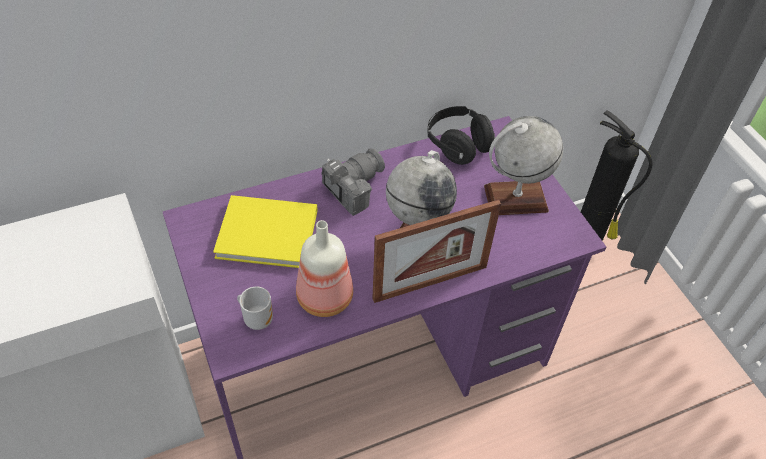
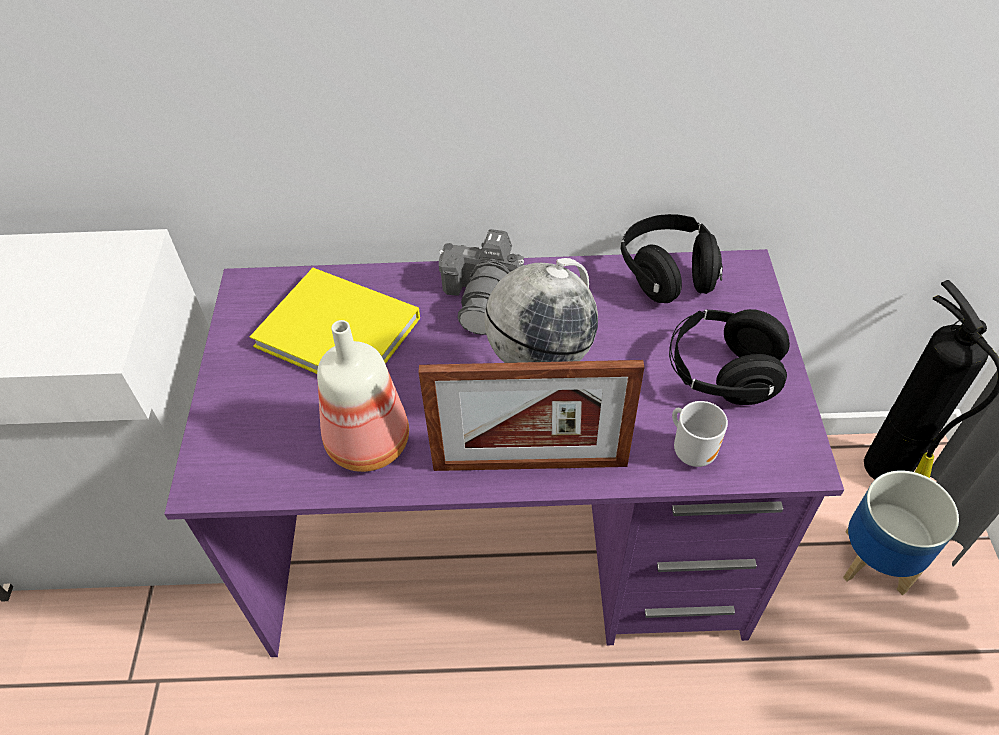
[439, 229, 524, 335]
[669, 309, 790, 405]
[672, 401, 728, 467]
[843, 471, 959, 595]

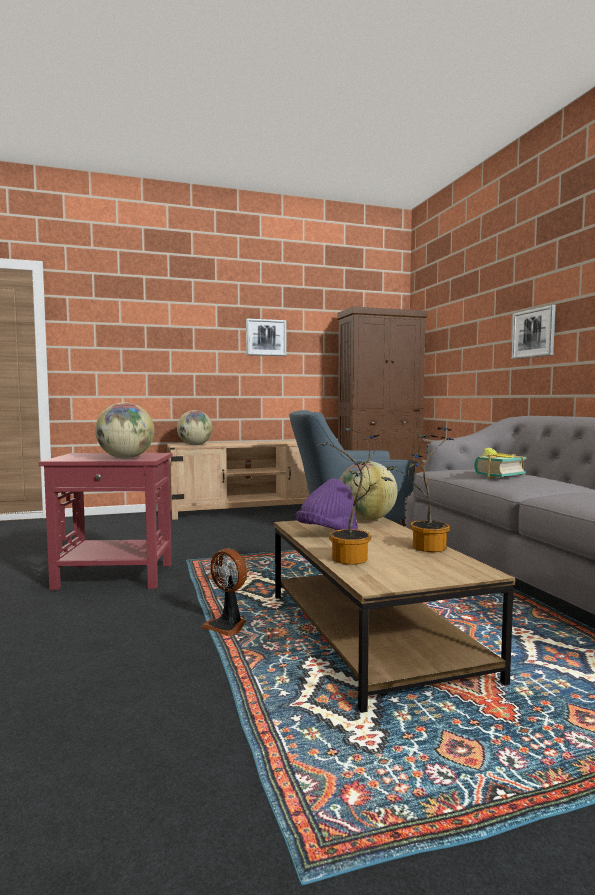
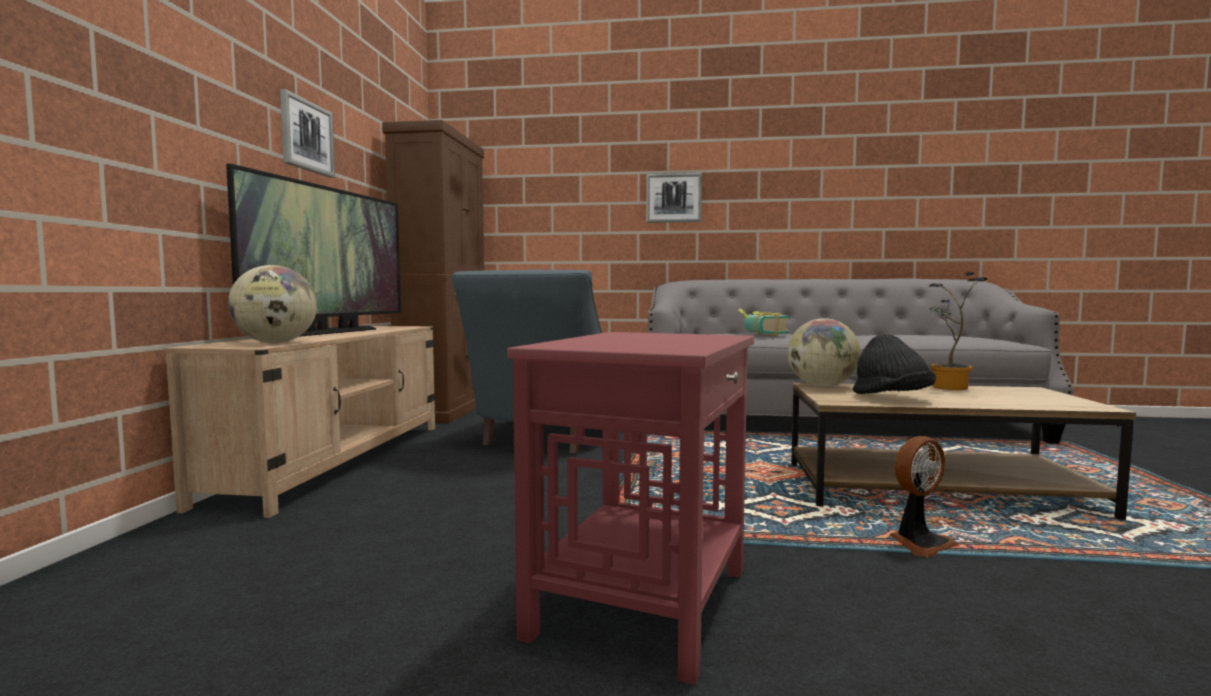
[226, 163, 401, 337]
[853, 334, 936, 394]
[95, 402, 154, 459] (first image)
[316, 428, 393, 565] (first image)

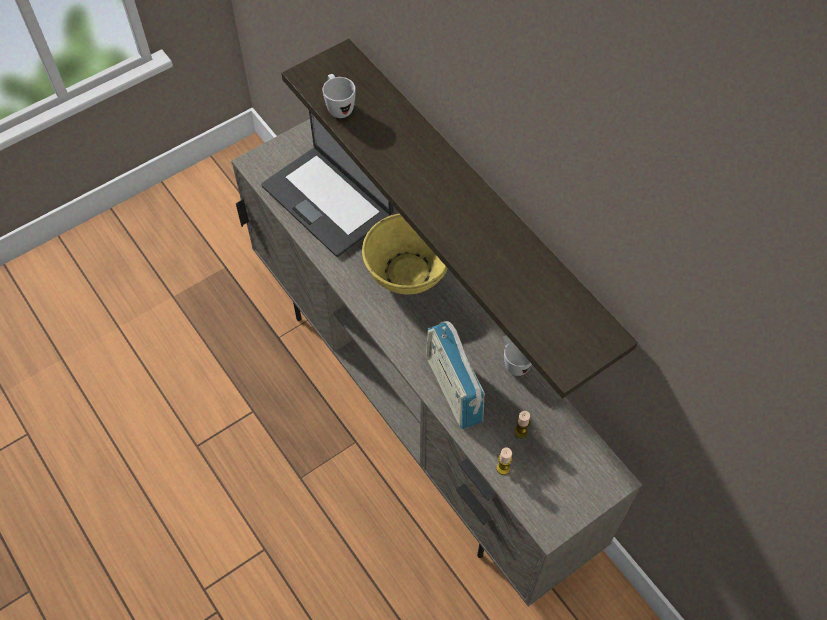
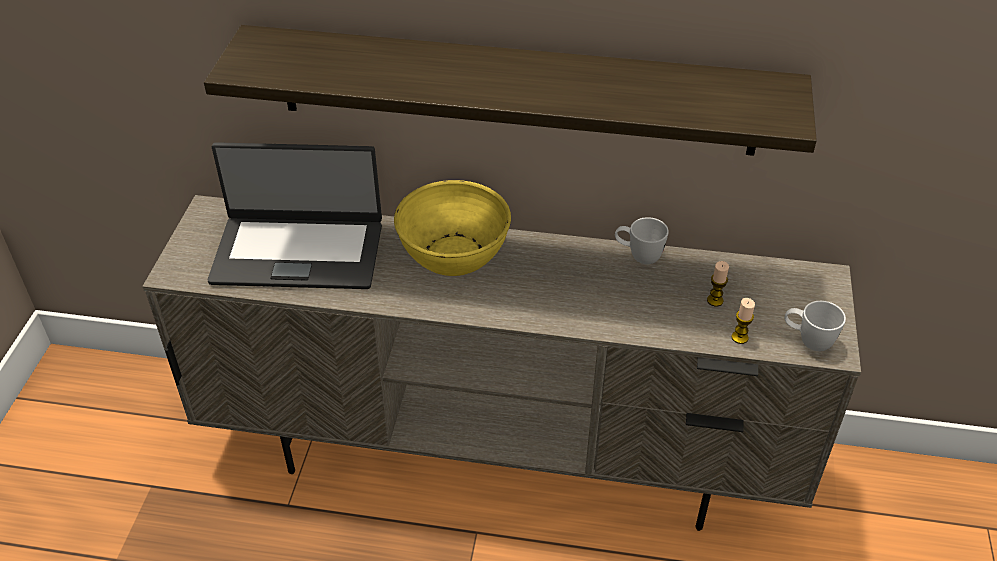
[784, 301, 846, 351]
[426, 321, 485, 429] (first image)

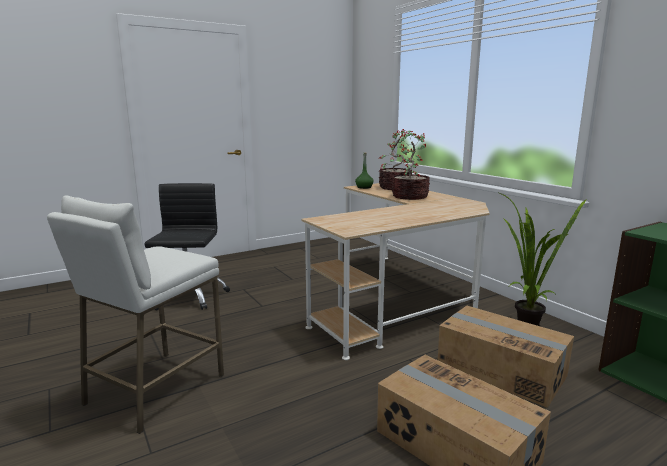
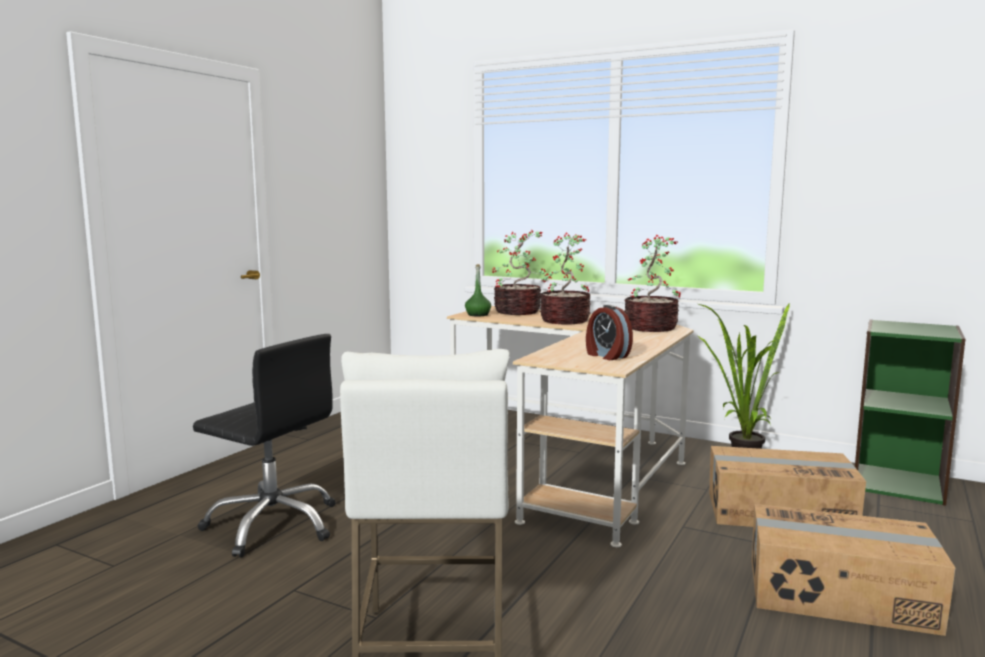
[193, 334, 336, 557]
[586, 305, 633, 360]
[624, 235, 680, 332]

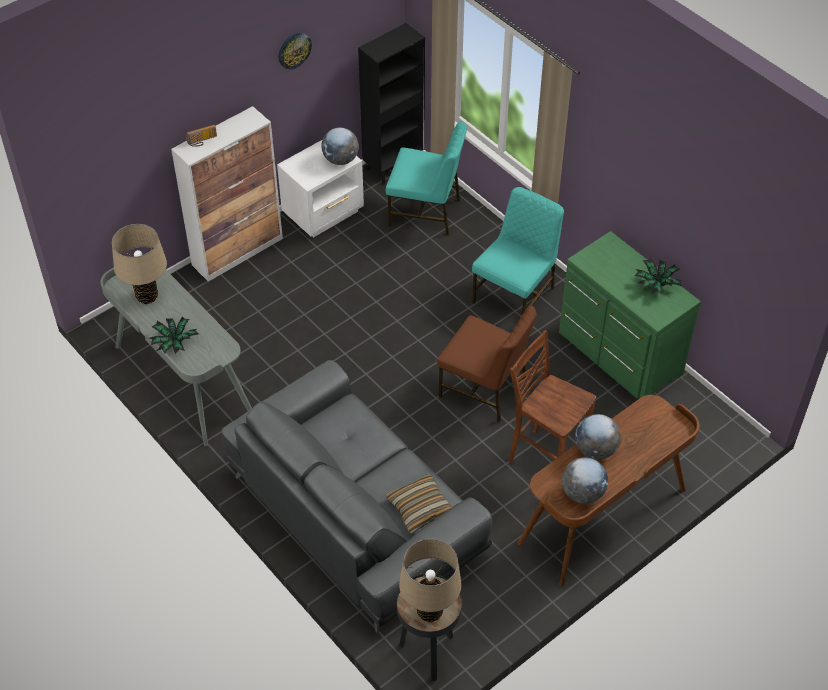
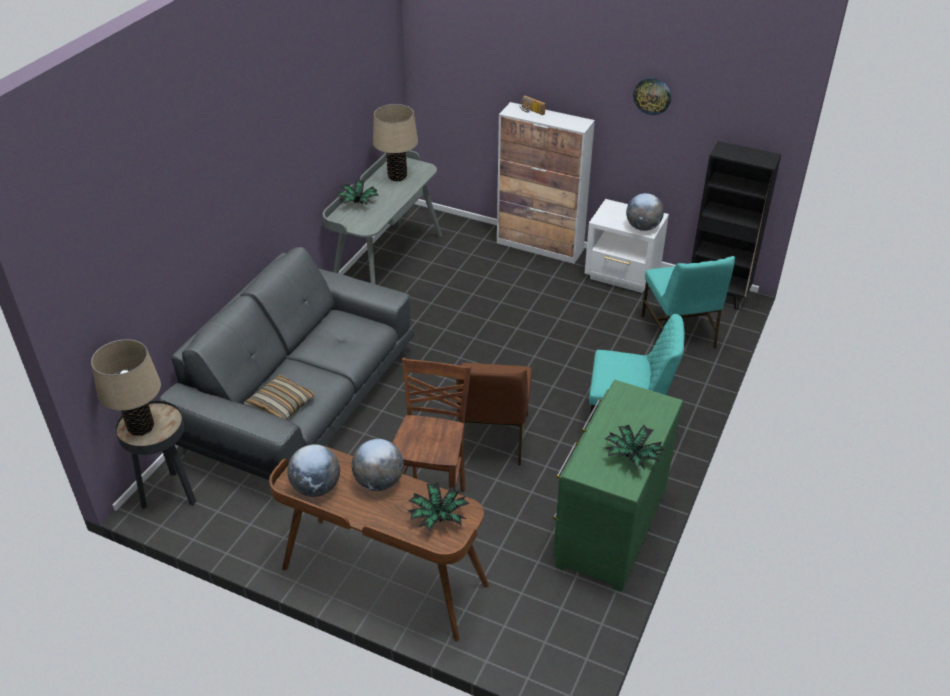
[408, 482, 470, 531]

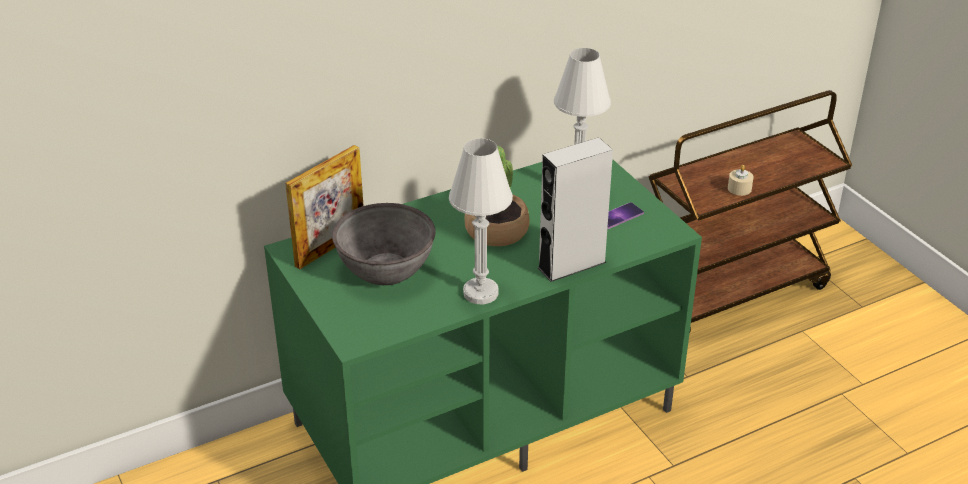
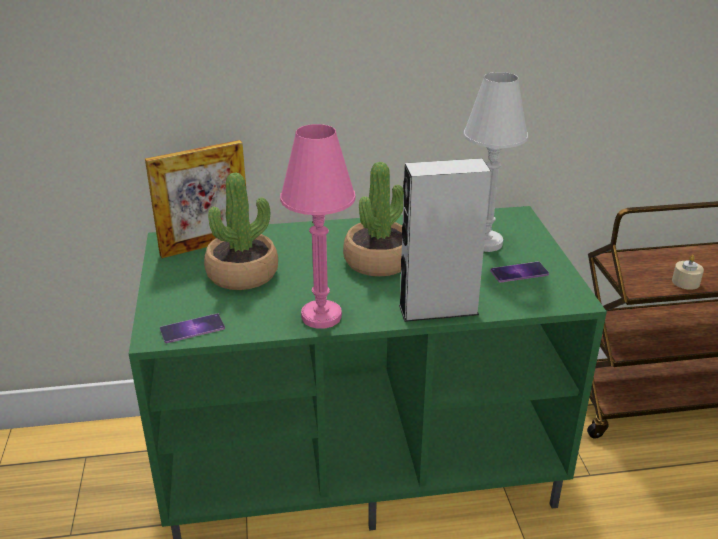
[160, 313, 225, 343]
[204, 172, 278, 290]
[280, 124, 356, 329]

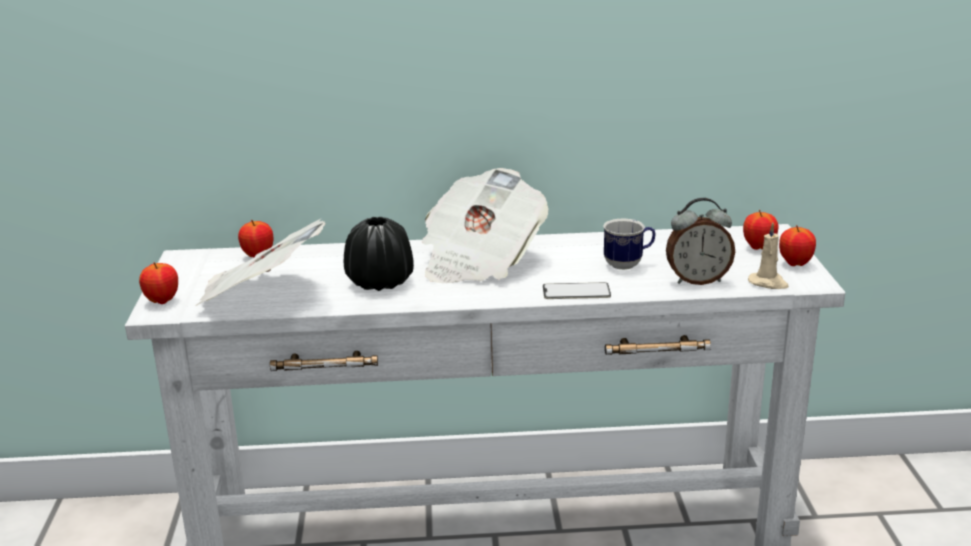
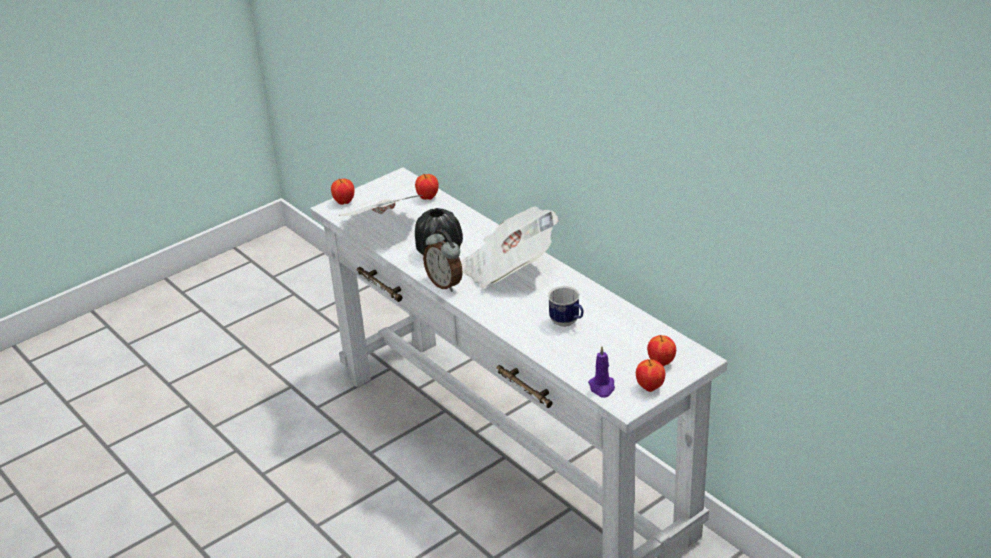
[423, 229, 463, 292]
[588, 346, 615, 398]
[543, 282, 611, 299] (first image)

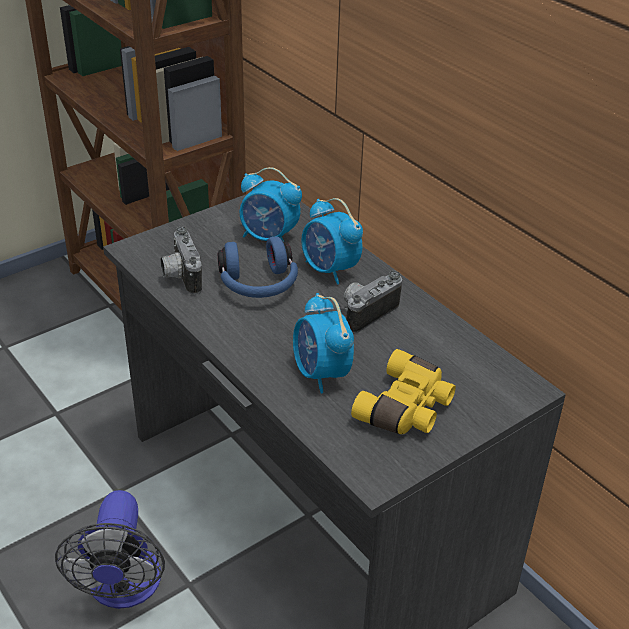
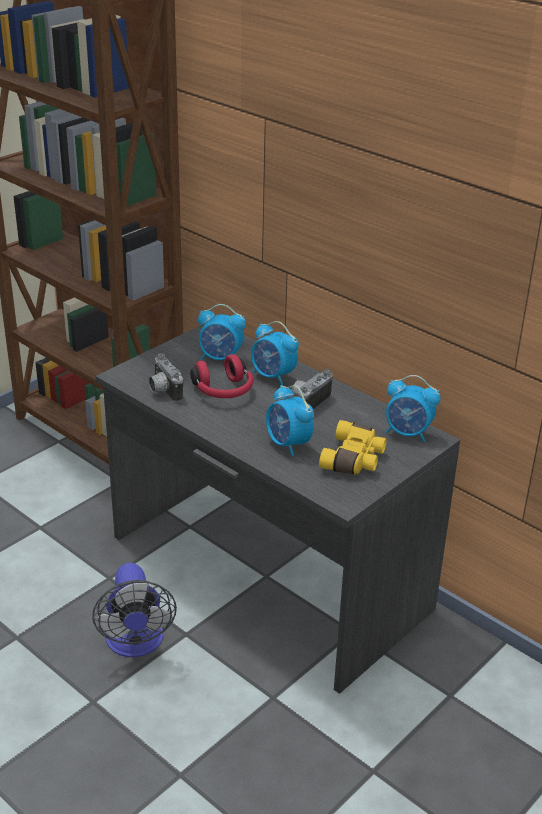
[190, 354, 254, 398]
[386, 375, 441, 442]

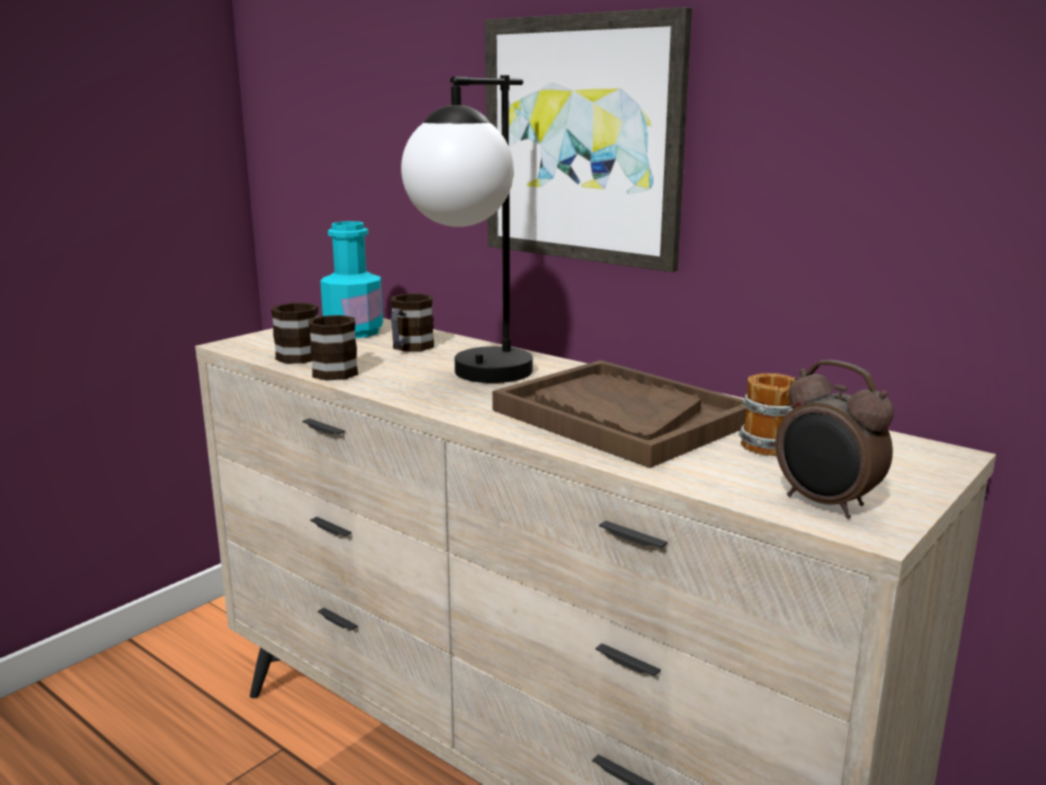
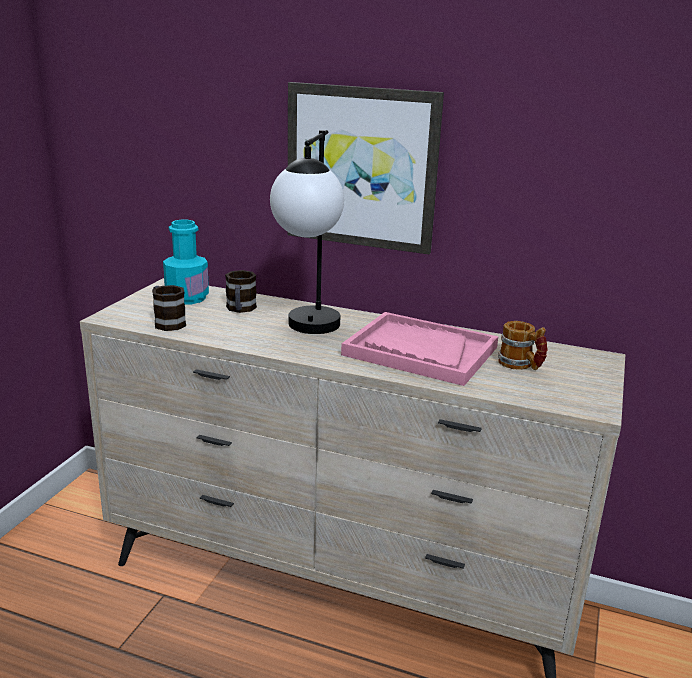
[341, 312, 498, 386]
[308, 315, 359, 381] (first image)
[775, 360, 894, 519] (first image)

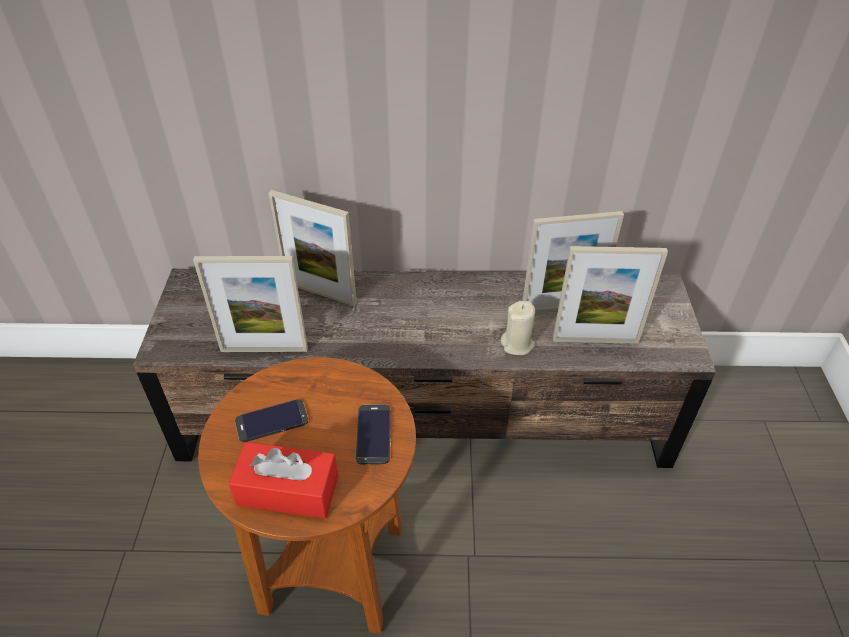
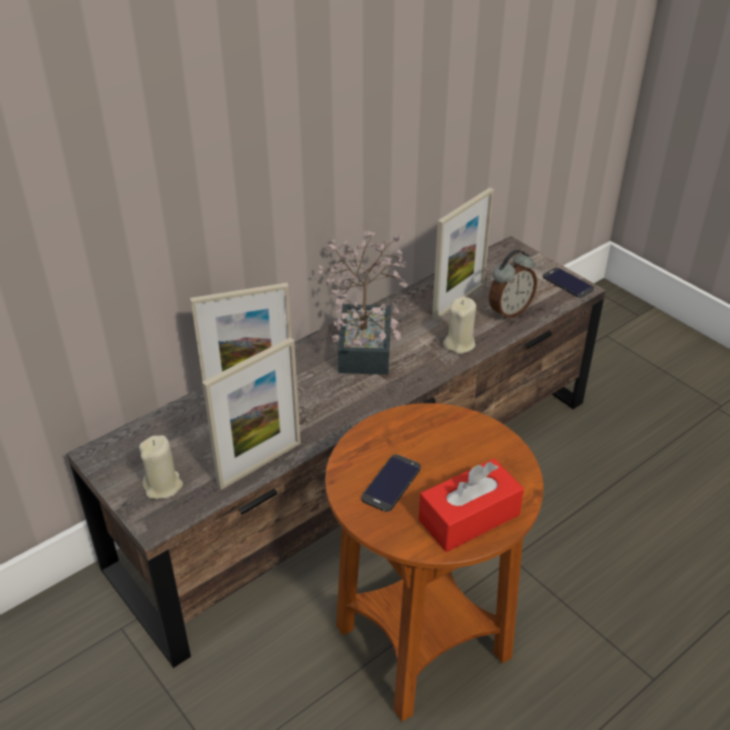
[139, 435, 183, 499]
[318, 231, 408, 375]
[489, 250, 537, 320]
[543, 267, 594, 298]

